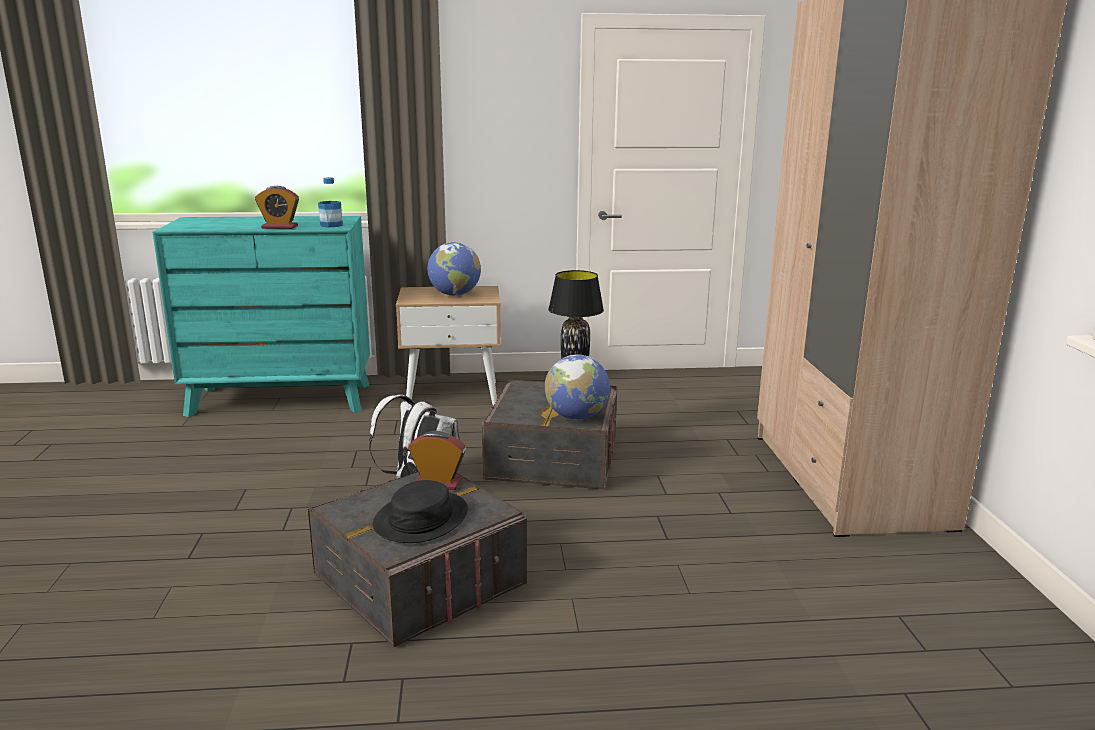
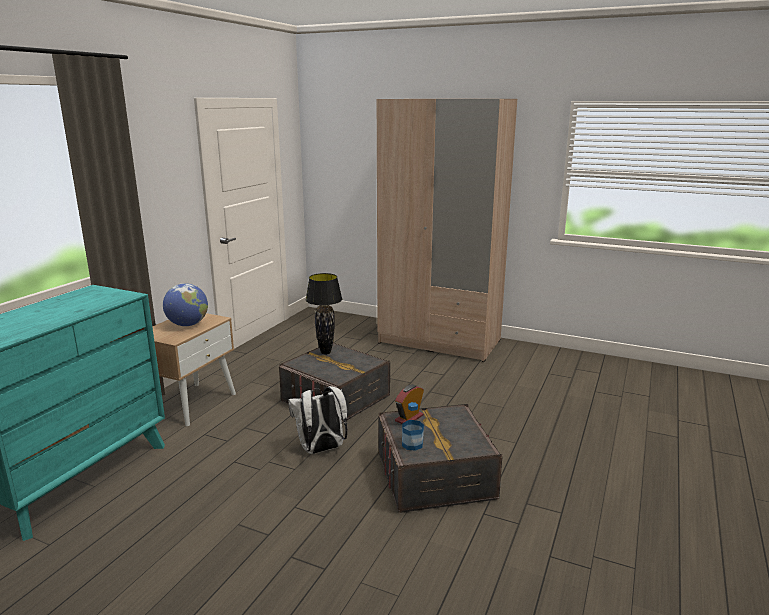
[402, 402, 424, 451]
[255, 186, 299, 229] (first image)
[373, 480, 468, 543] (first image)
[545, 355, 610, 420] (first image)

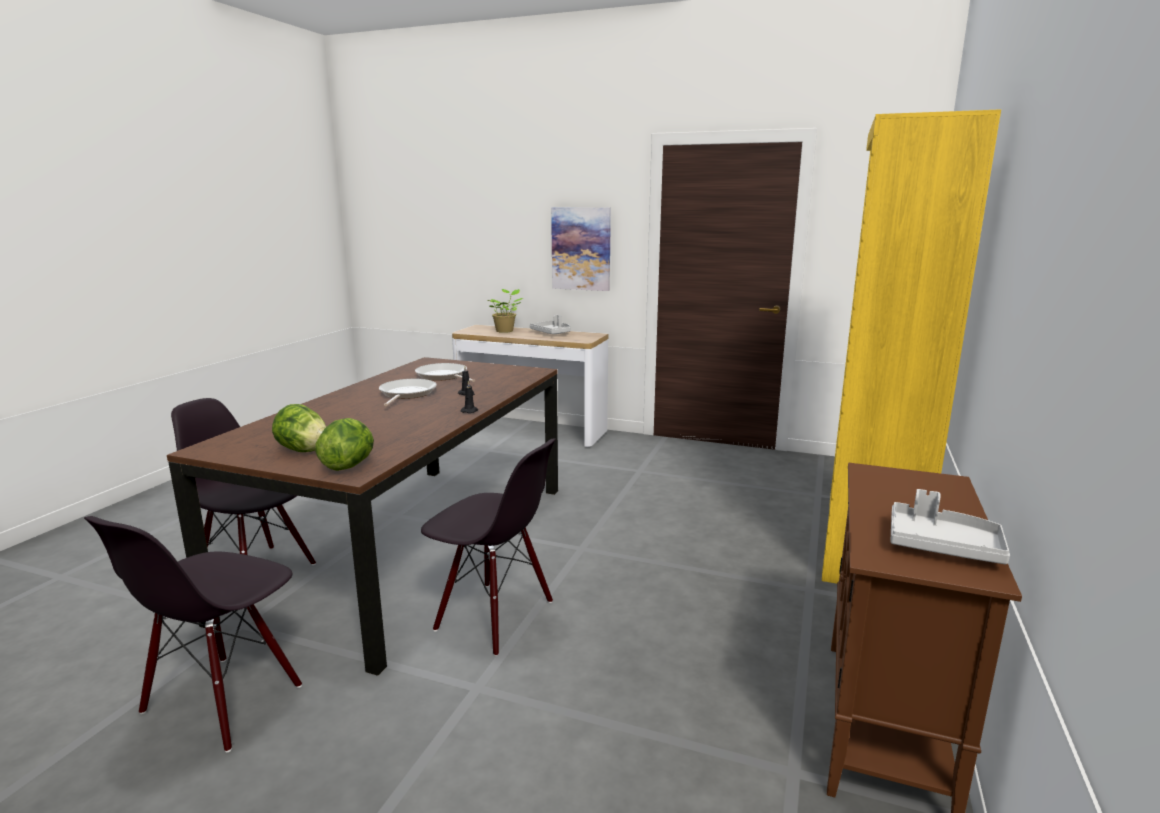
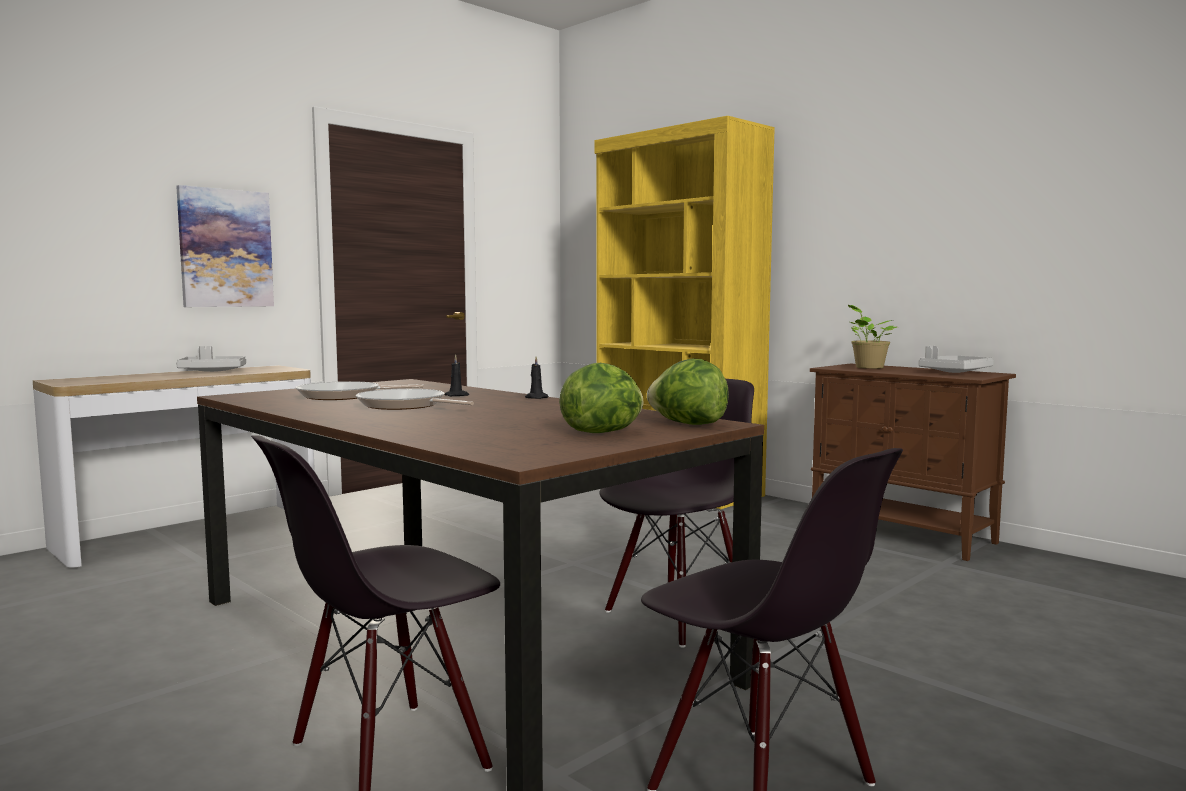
[848, 305, 897, 369]

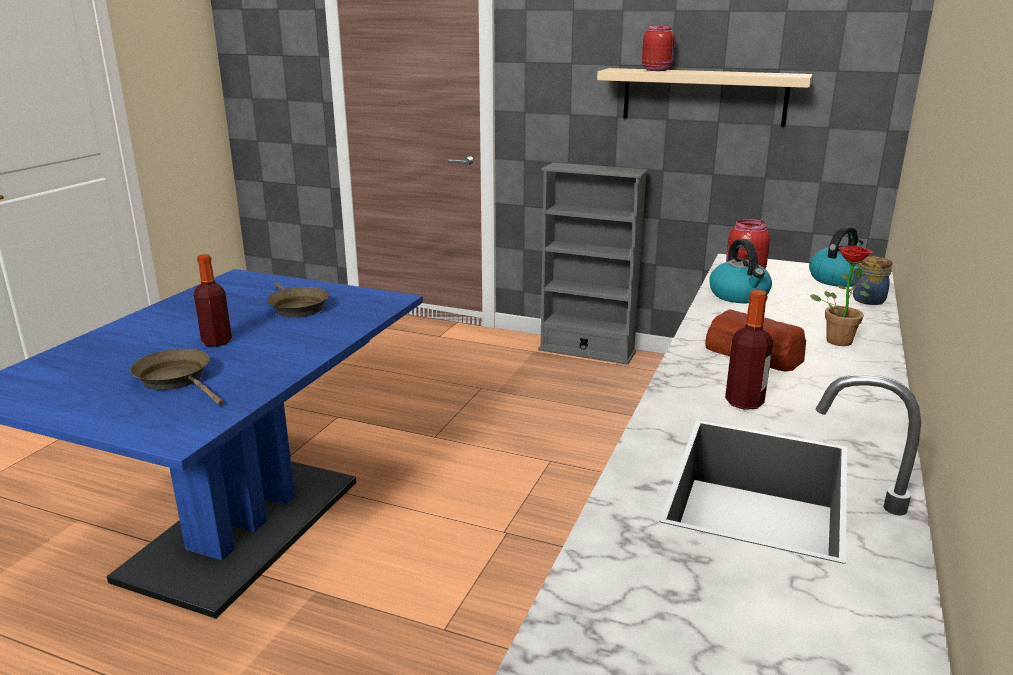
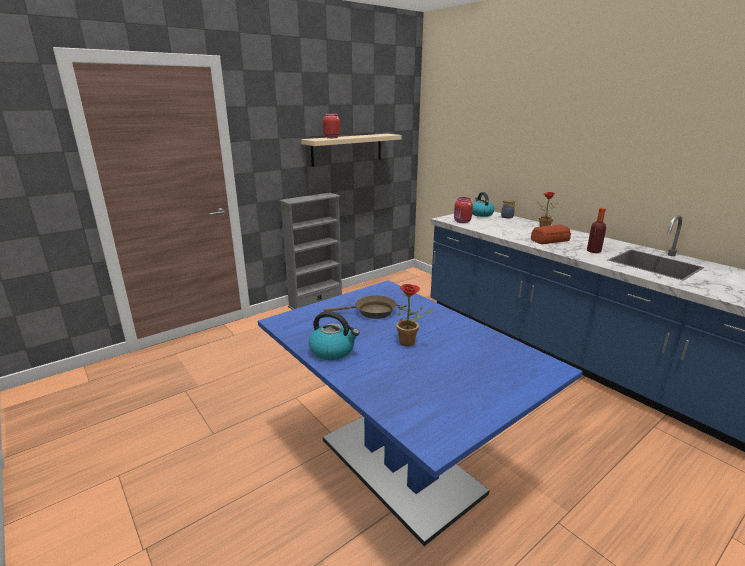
[309, 311, 359, 360]
[395, 284, 434, 346]
[130, 349, 224, 405] (first image)

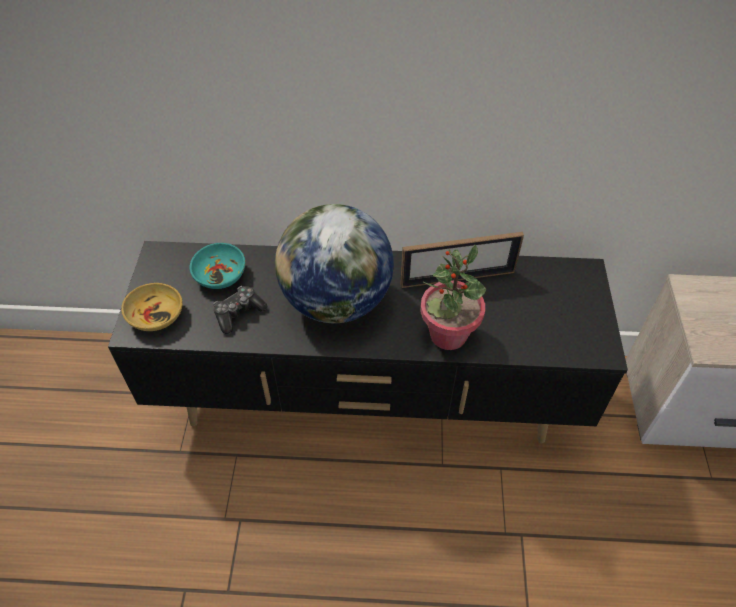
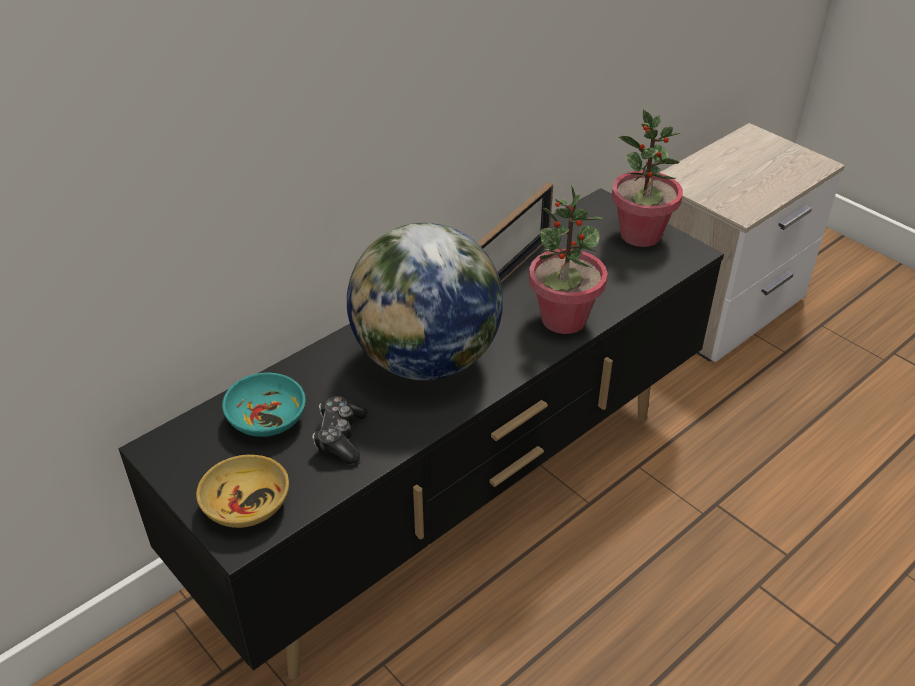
[611, 110, 683, 247]

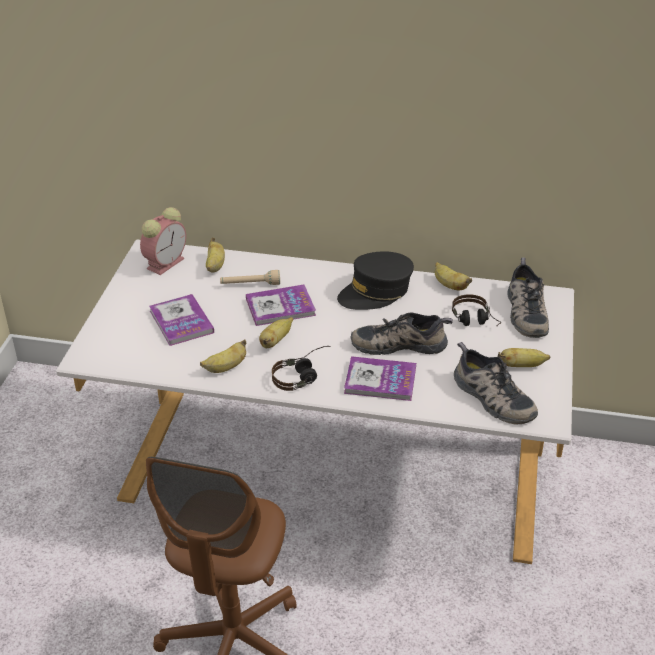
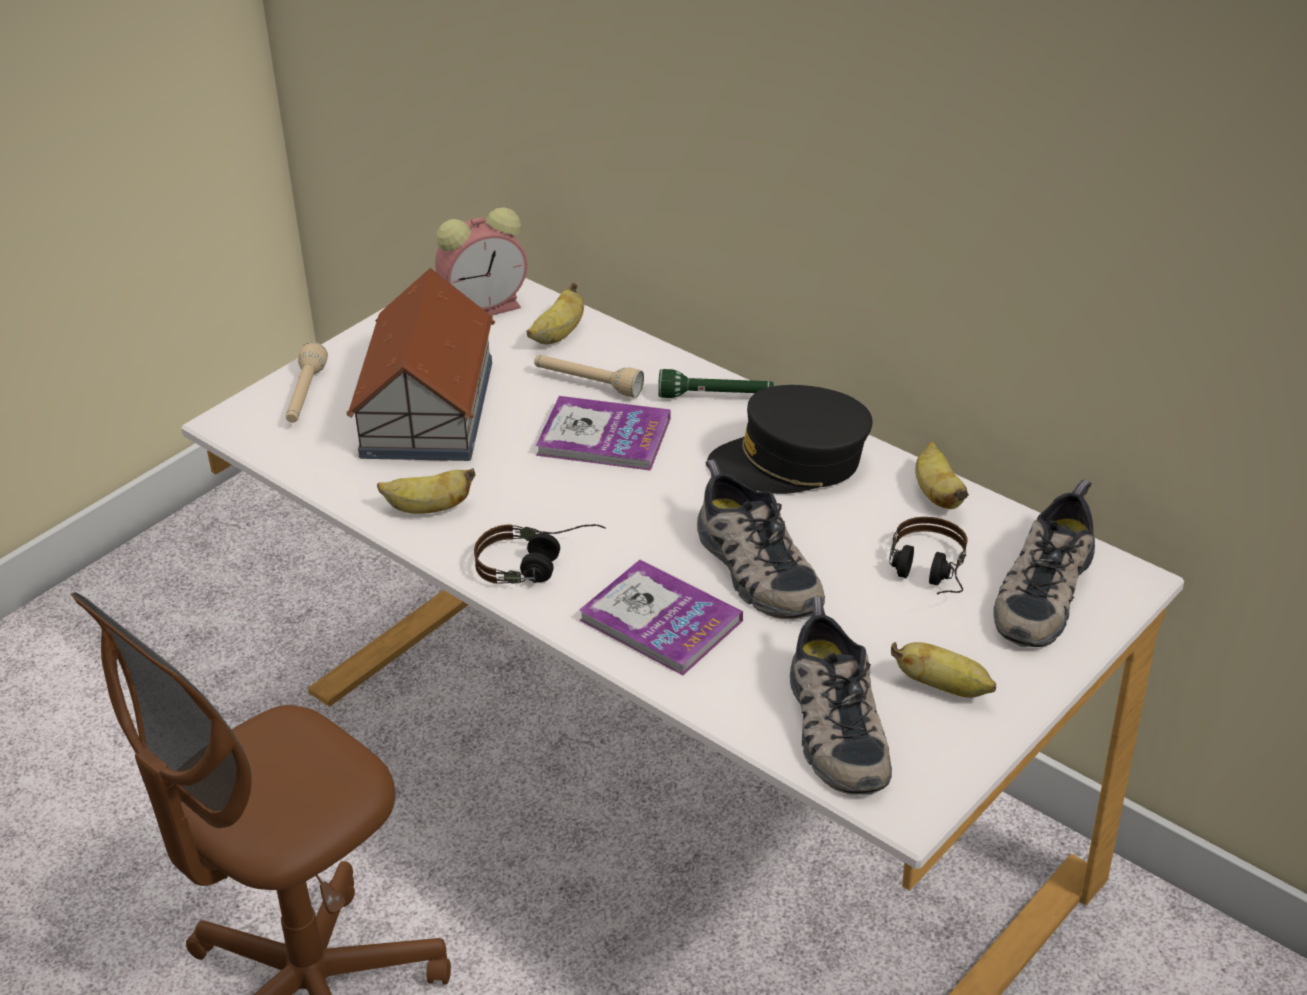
[286, 342, 328, 423]
[346, 268, 495, 461]
[658, 369, 774, 398]
[697, 459, 825, 619]
[259, 317, 293, 348] (first image)

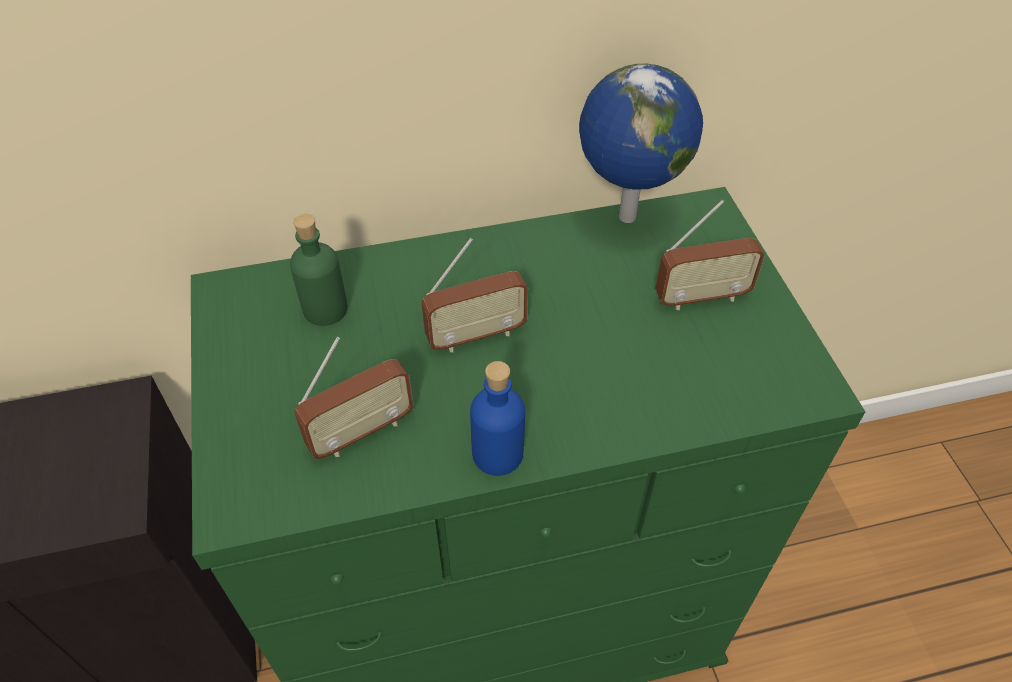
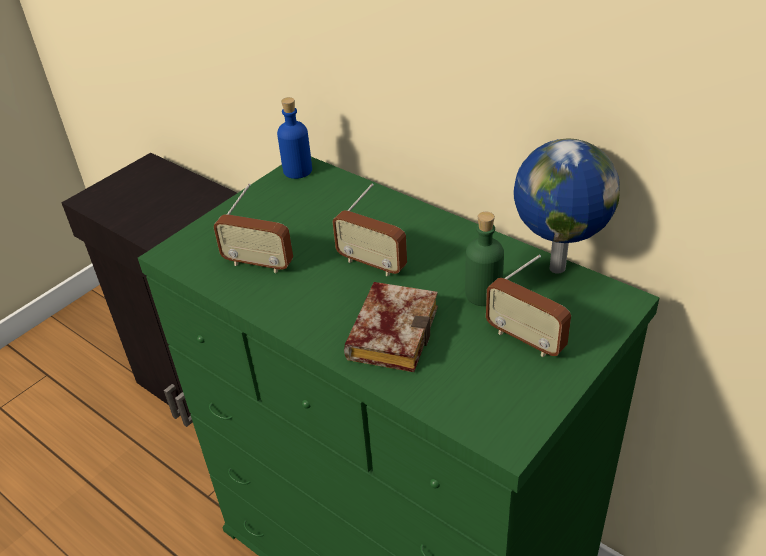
[277, 97, 312, 179]
[344, 282, 438, 372]
[465, 212, 504, 306]

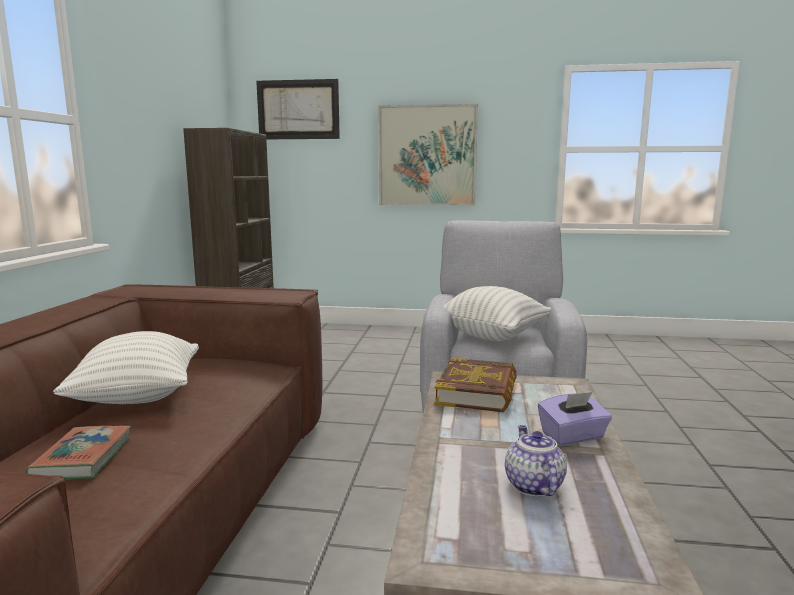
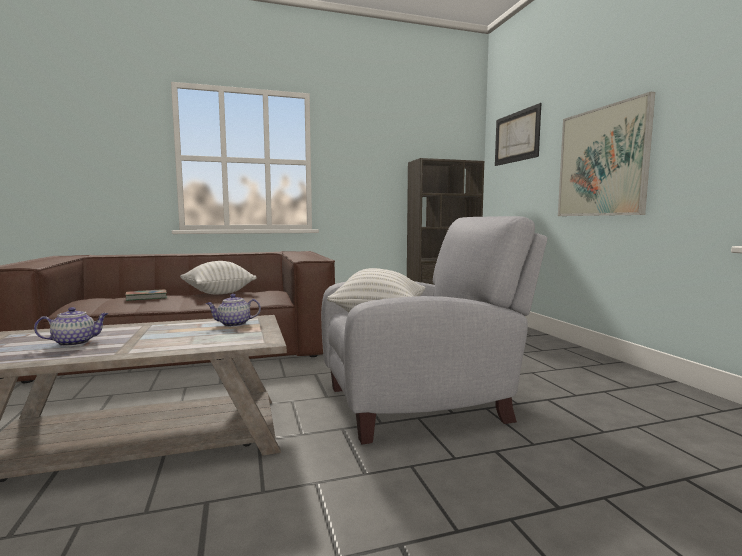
[206, 294, 261, 327]
[538, 392, 612, 446] (first image)

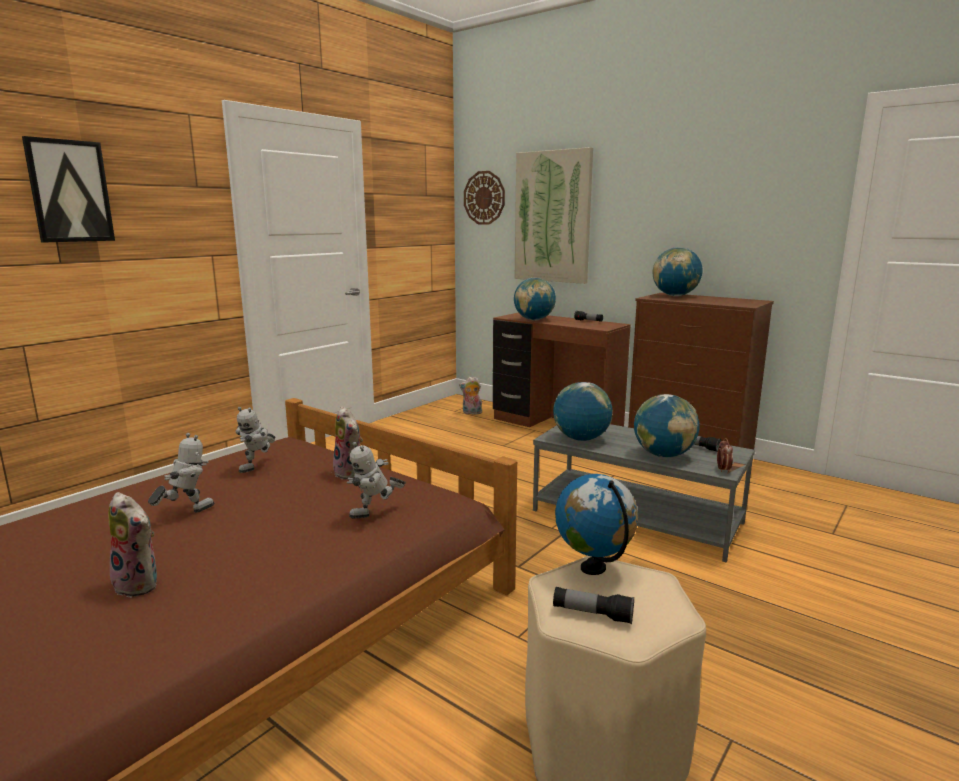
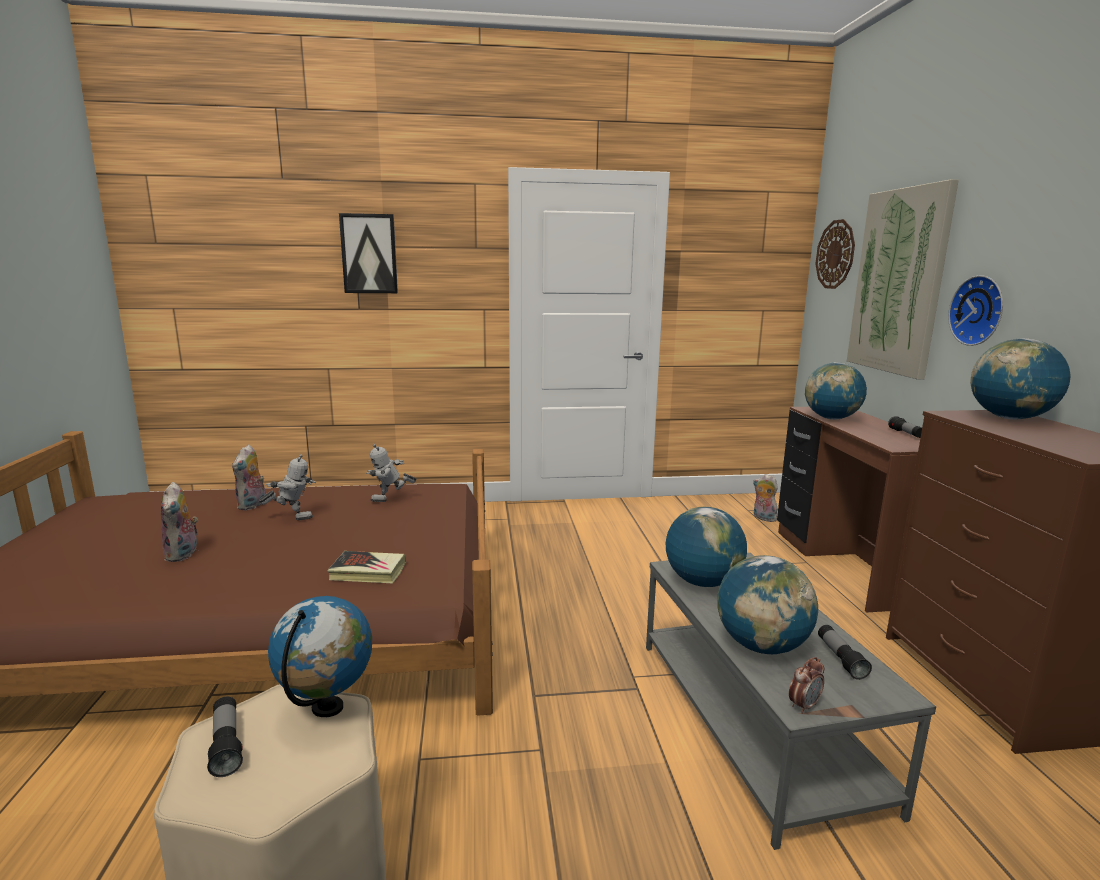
[232, 445, 266, 510]
[327, 551, 406, 584]
[948, 275, 1003, 346]

